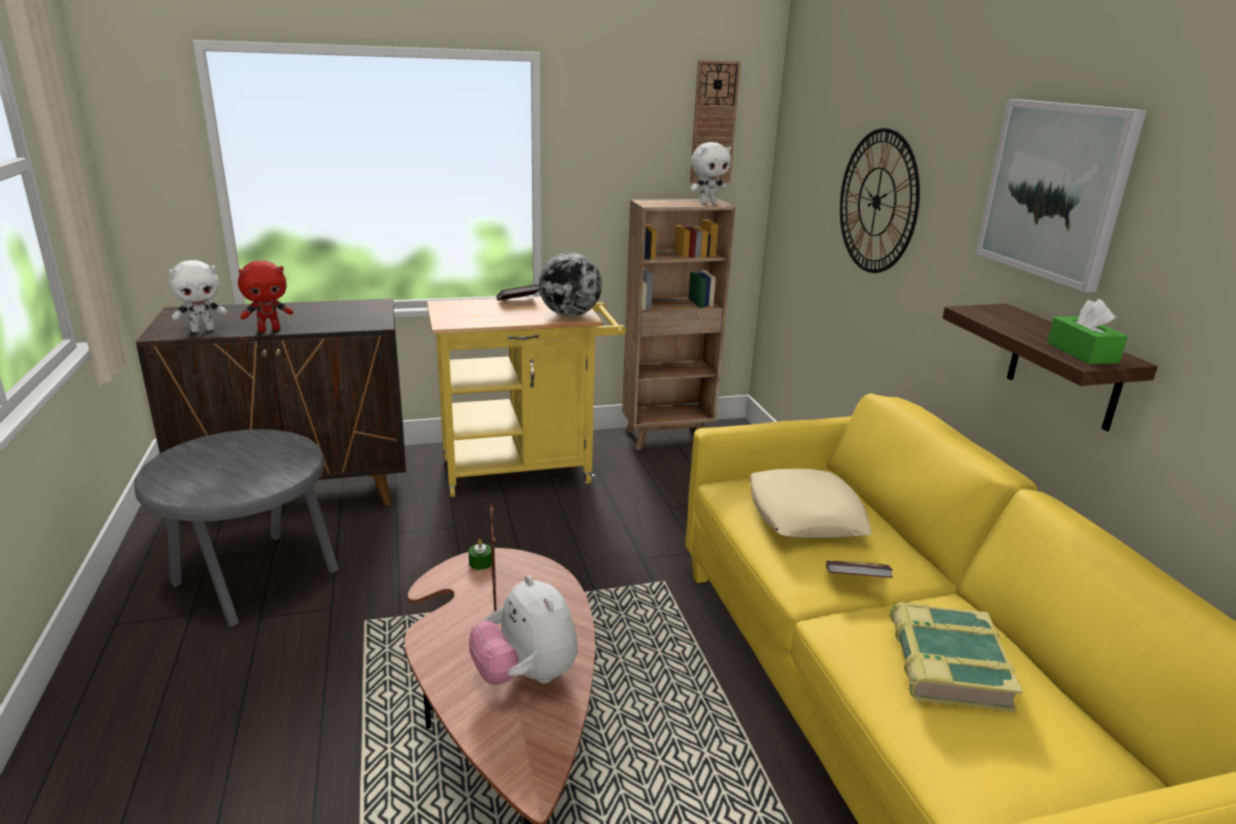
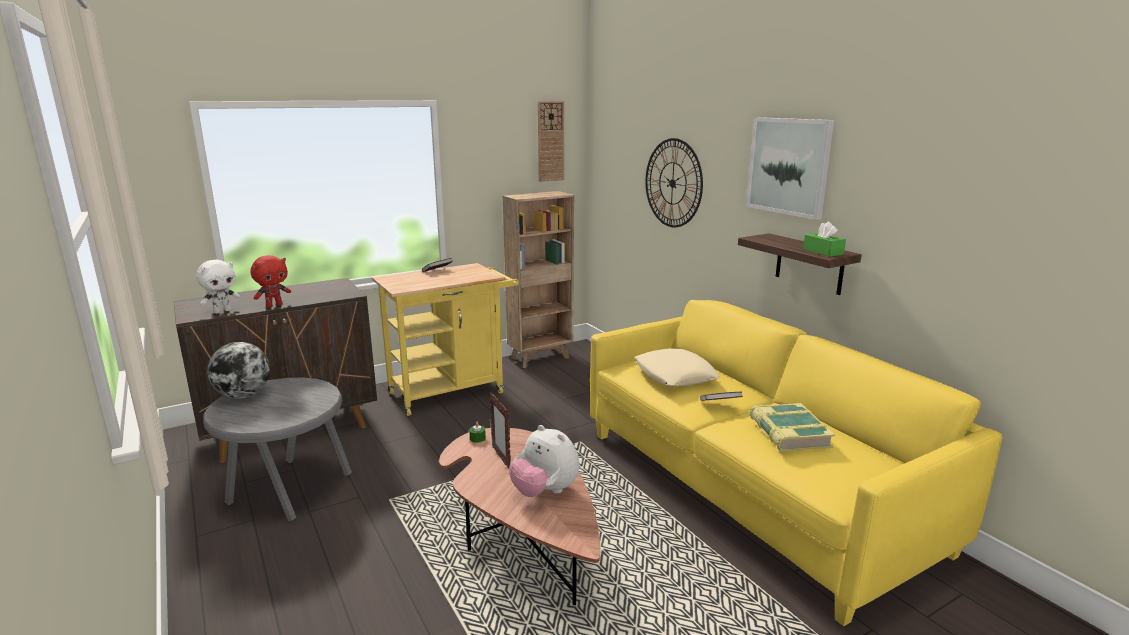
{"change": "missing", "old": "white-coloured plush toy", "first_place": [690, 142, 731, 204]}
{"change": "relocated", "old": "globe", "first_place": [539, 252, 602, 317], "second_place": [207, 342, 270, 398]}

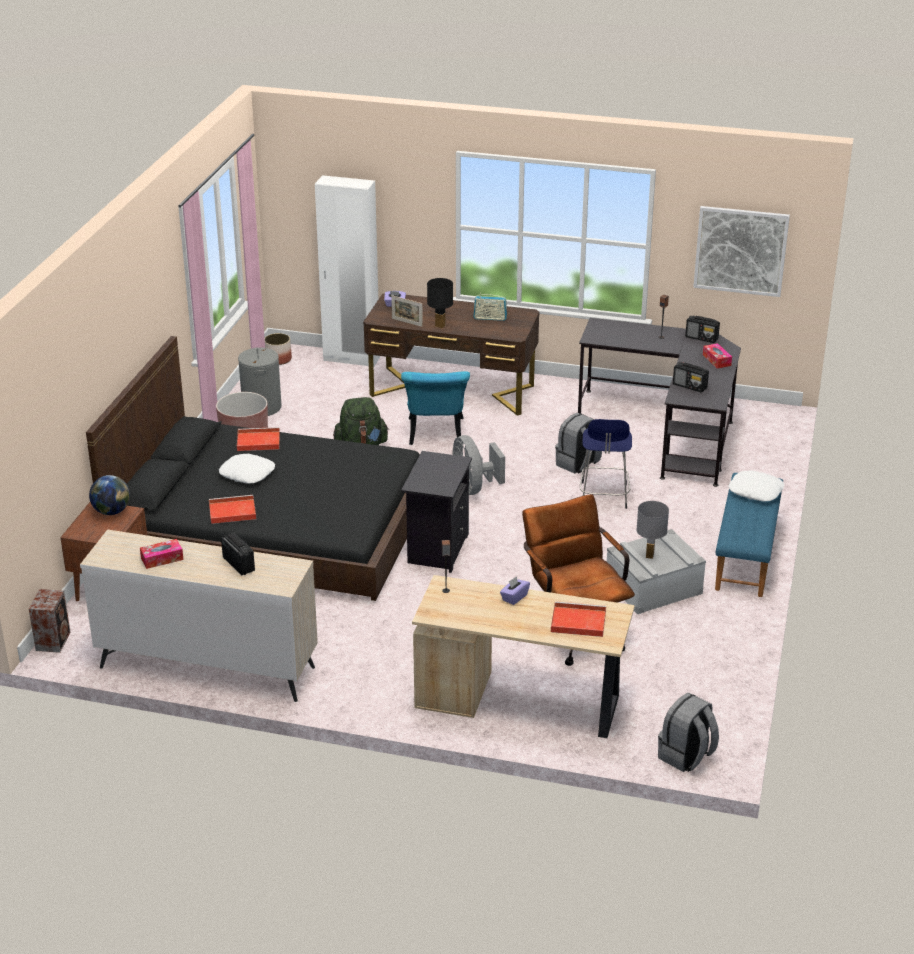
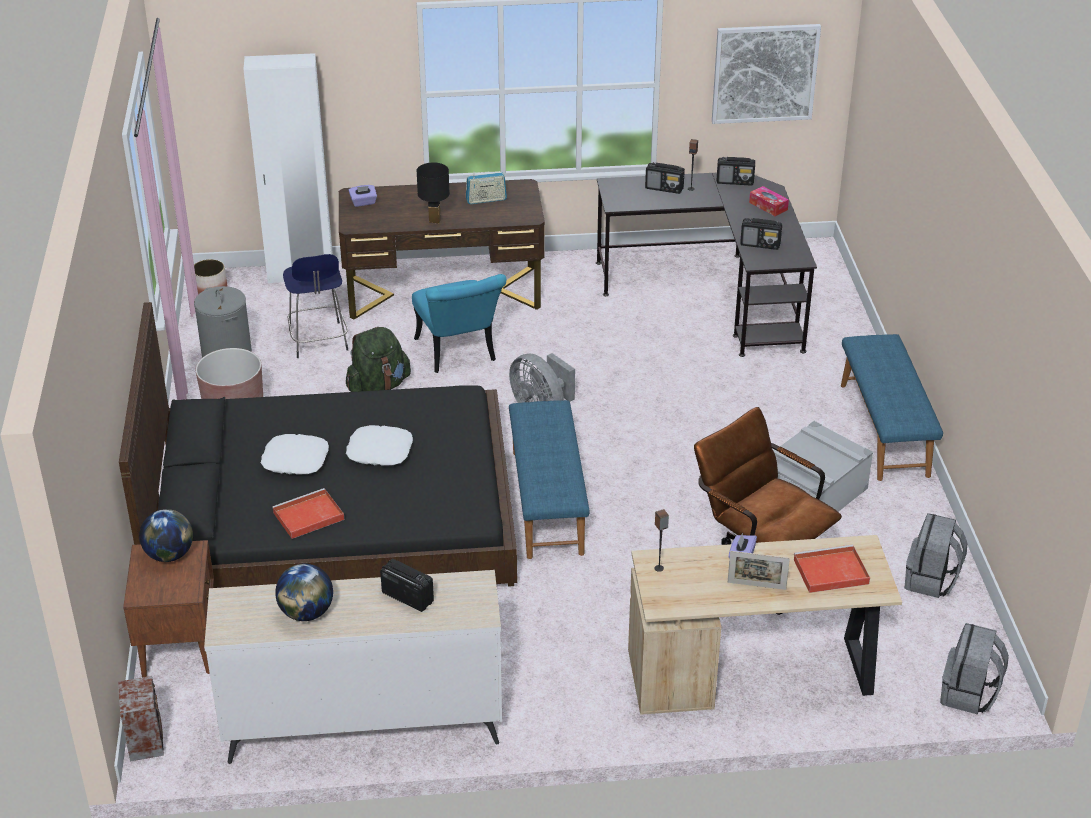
{"change": "missing", "old": "red-coloured tray", "first_place": [237, 427, 280, 451]}
{"change": "missing", "old": "gray lamp for a table", "first_place": [636, 501, 669, 559]}
{"change": "appeared", "new": "radio receiver", "second_place": [645, 162, 685, 194]}
{"change": "relocated", "old": "standing frame", "first_place": [391, 295, 423, 327], "second_place": [728, 551, 790, 590]}
{"change": "relocated", "old": "gray knapsack", "first_place": [555, 413, 602, 474], "second_place": [905, 513, 967, 598]}
{"change": "relocated", "old": "blue-coloured sitting stool", "first_place": [580, 419, 632, 509], "second_place": [283, 254, 348, 358]}
{"change": "relocated", "old": "white-coloured throw pillow", "first_place": [728, 471, 784, 502], "second_place": [346, 425, 413, 466]}
{"change": "exchanged", "old": "tissue box", "new": "globe", "first_place": [140, 539, 184, 569], "second_place": [275, 564, 333, 621]}
{"change": "exchanged", "old": "black-coloured bedside table", "new": "blue-coloured bench", "first_place": [401, 451, 472, 573], "second_place": [509, 400, 589, 559]}

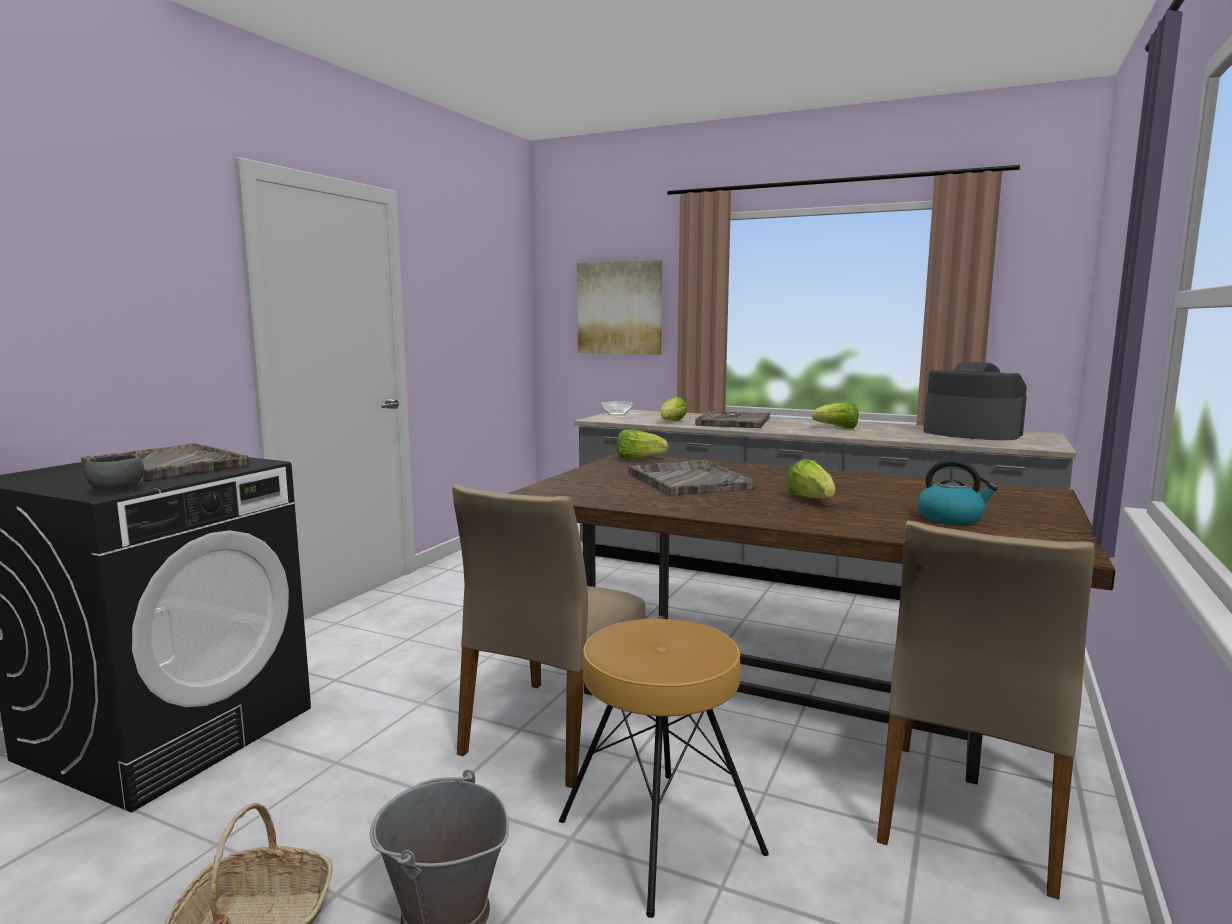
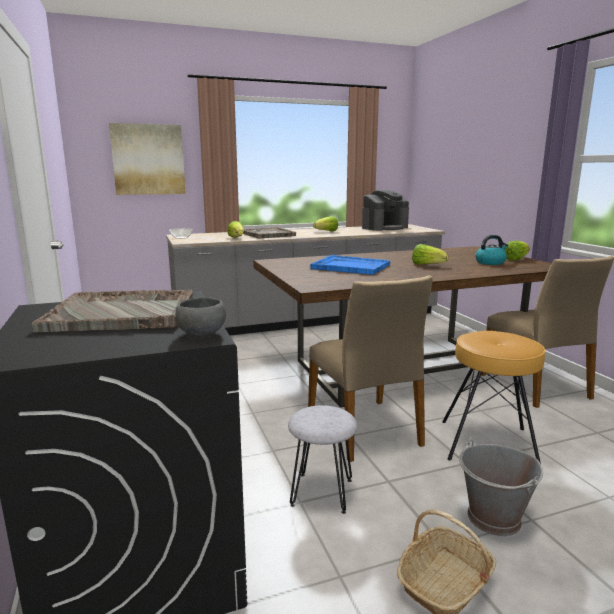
{"change": "appeared", "new": "gray sitting stool", "second_place": [288, 405, 358, 514]}
{"change": "relocated", "old": "lettuce head", "first_place": [617, 429, 669, 459], "second_place": [505, 241, 530, 260]}
{"change": "colour", "old": "gray tray", "new": "blue-coloured tray", "first_place": [628, 460, 755, 496], "second_place": [310, 255, 390, 275]}
{"change": "spun", "old": "coffee brewer", "first_place": [923, 362, 1027, 440], "second_place": [362, 190, 409, 231], "degrees": 150}

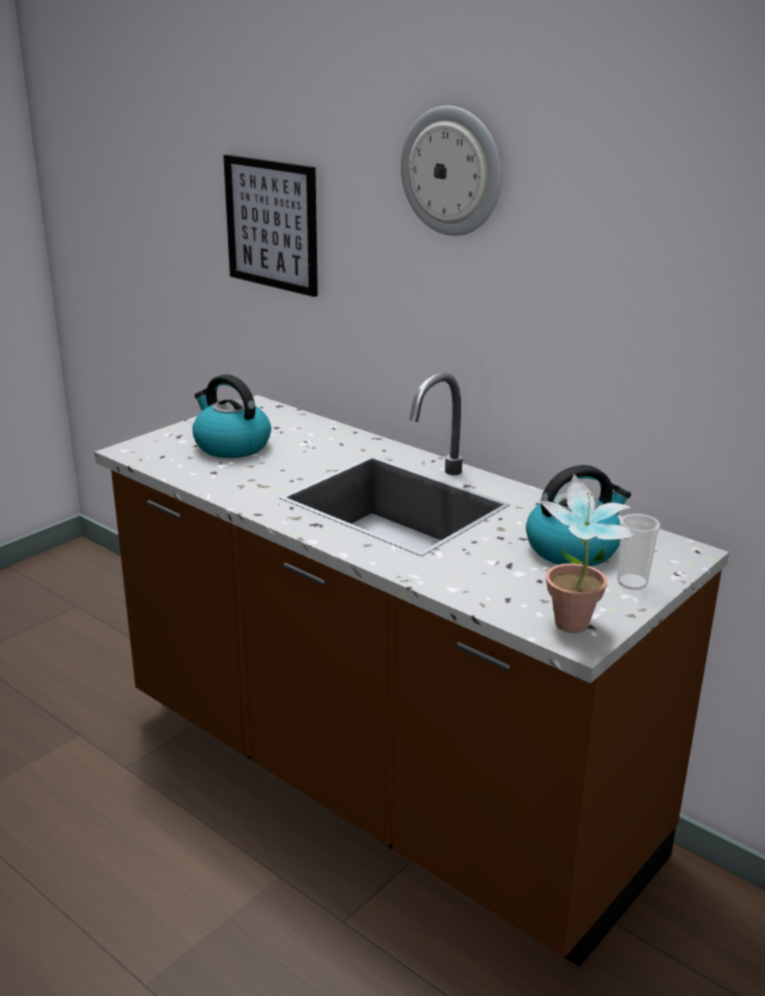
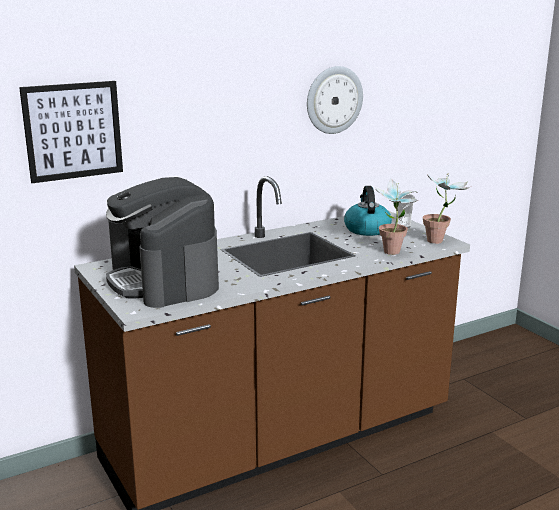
{"change": "appeared", "new": "plant in a pot", "second_place": [374, 178, 418, 255]}
{"change": "relocated", "old": "wall clock", "first_place": [401, 106, 502, 236], "second_place": [307, 66, 363, 134]}
{"change": "exchanged", "old": "tea kettle", "new": "coffee brewer", "first_place": [192, 374, 271, 458], "second_place": [106, 177, 219, 308]}

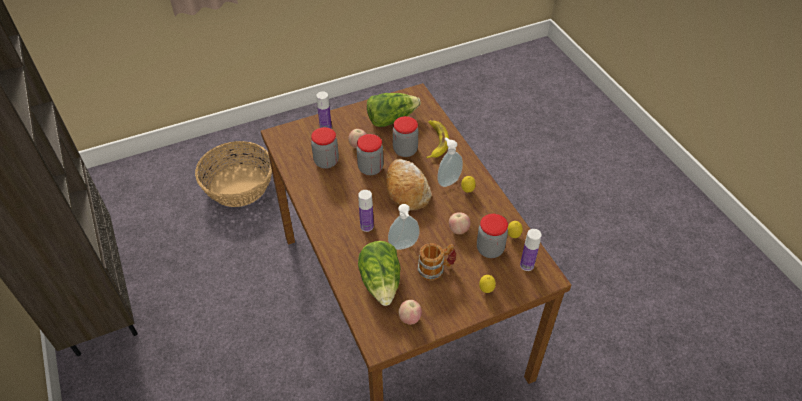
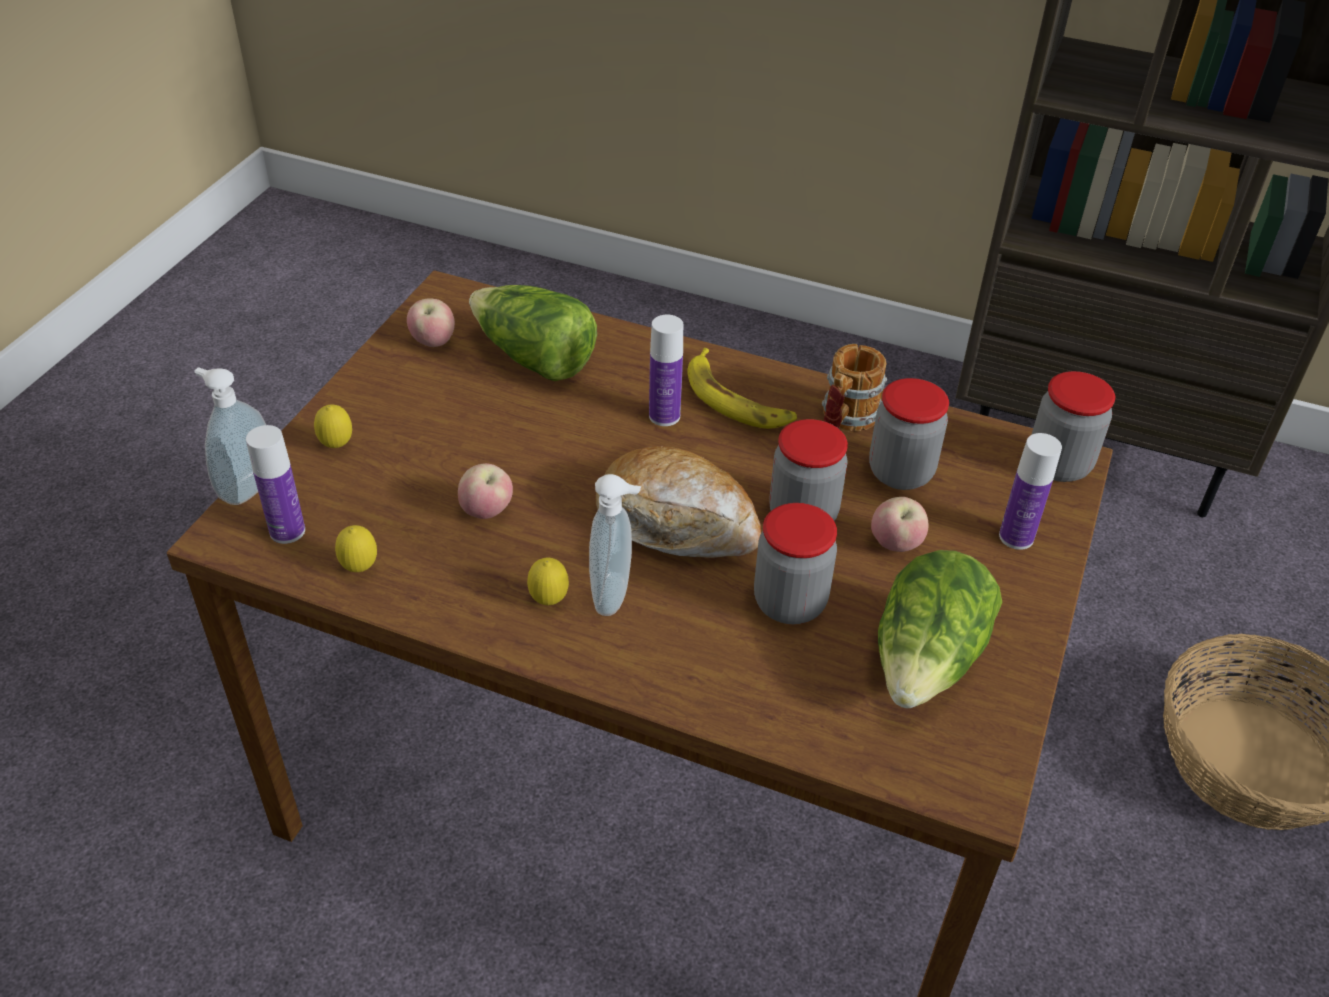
{"change": "relocated", "old": "soap bottle", "first_place": [388, 204, 420, 250], "second_place": [194, 367, 266, 505]}
{"change": "relocated", "old": "tea mug", "first_place": [417, 243, 456, 281], "second_place": [822, 344, 887, 431]}
{"change": "relocated", "old": "whole banana", "first_place": [426, 120, 449, 159], "second_place": [687, 348, 797, 429]}
{"change": "relocated", "old": "storage jar", "first_place": [477, 214, 508, 258], "second_place": [1031, 371, 1115, 482]}

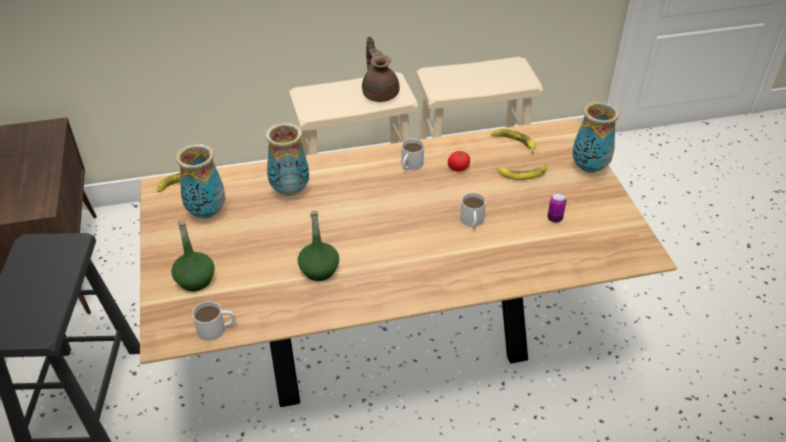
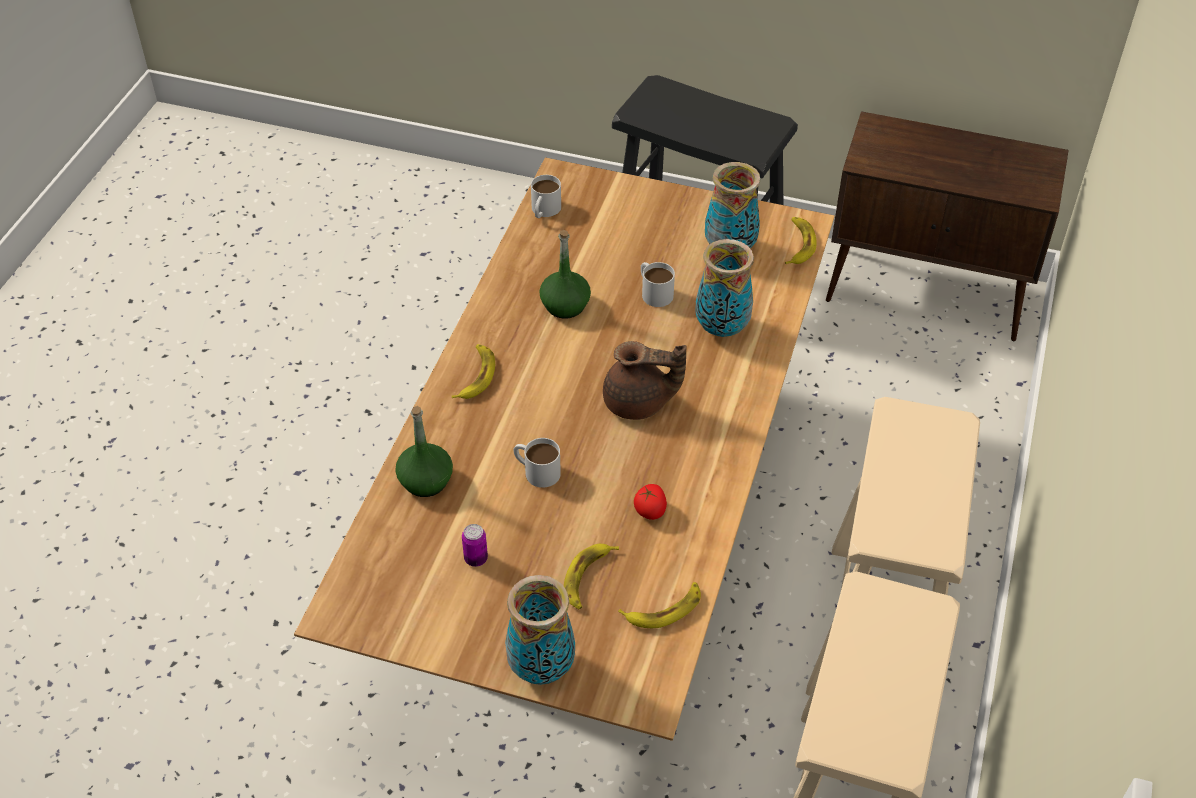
{"change": "appeared", "new": "whole banana", "second_place": [452, 344, 495, 399]}
{"change": "relocated", "old": "green-coloured beverage bottle", "first_place": [171, 220, 215, 291], "second_place": [395, 406, 453, 497]}
{"change": "relocated", "old": "brownish teapot", "first_place": [362, 37, 399, 102], "second_place": [603, 341, 687, 420]}
{"change": "relocated", "old": "white-coloured tea mug", "first_place": [402, 139, 424, 170], "second_place": [641, 262, 675, 307]}

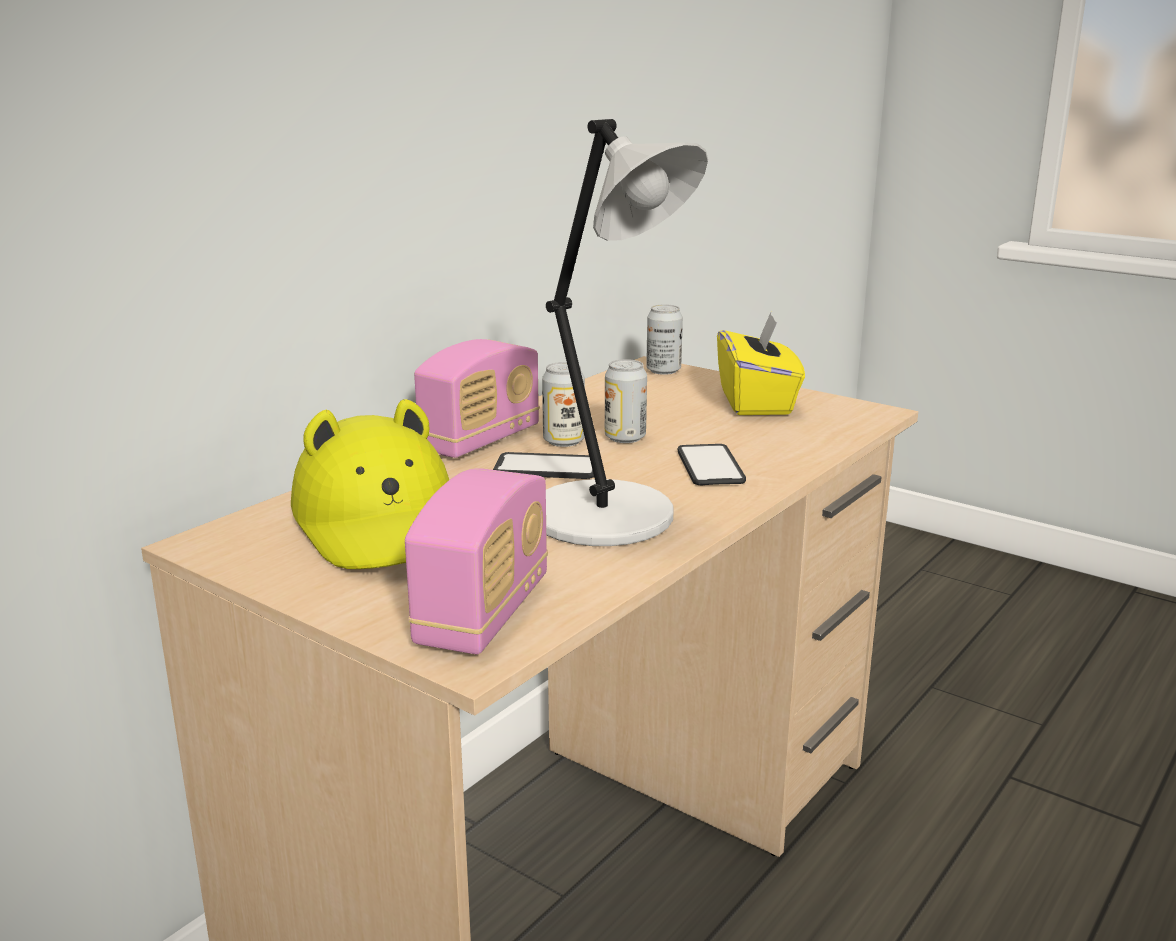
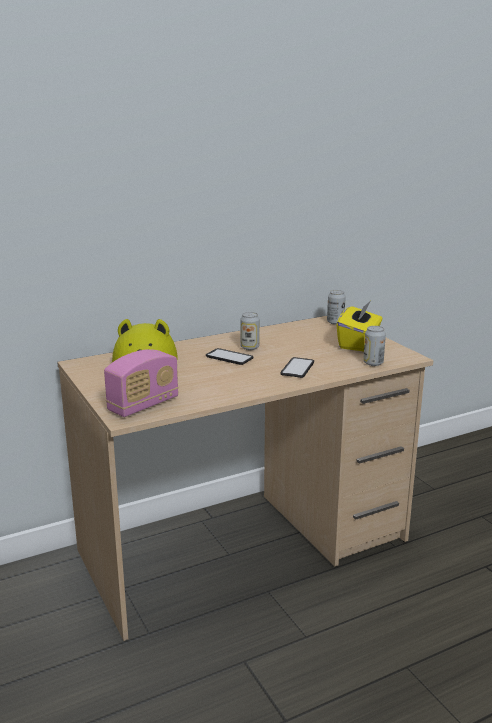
{"change": "missing", "old": "radio receiver", "first_place": [414, 339, 540, 458]}
{"change": "missing", "old": "gray lamp for a table", "first_place": [546, 119, 708, 546]}
{"change": "relocated", "old": "can", "first_place": [605, 359, 647, 443], "second_place": [363, 326, 386, 366]}

